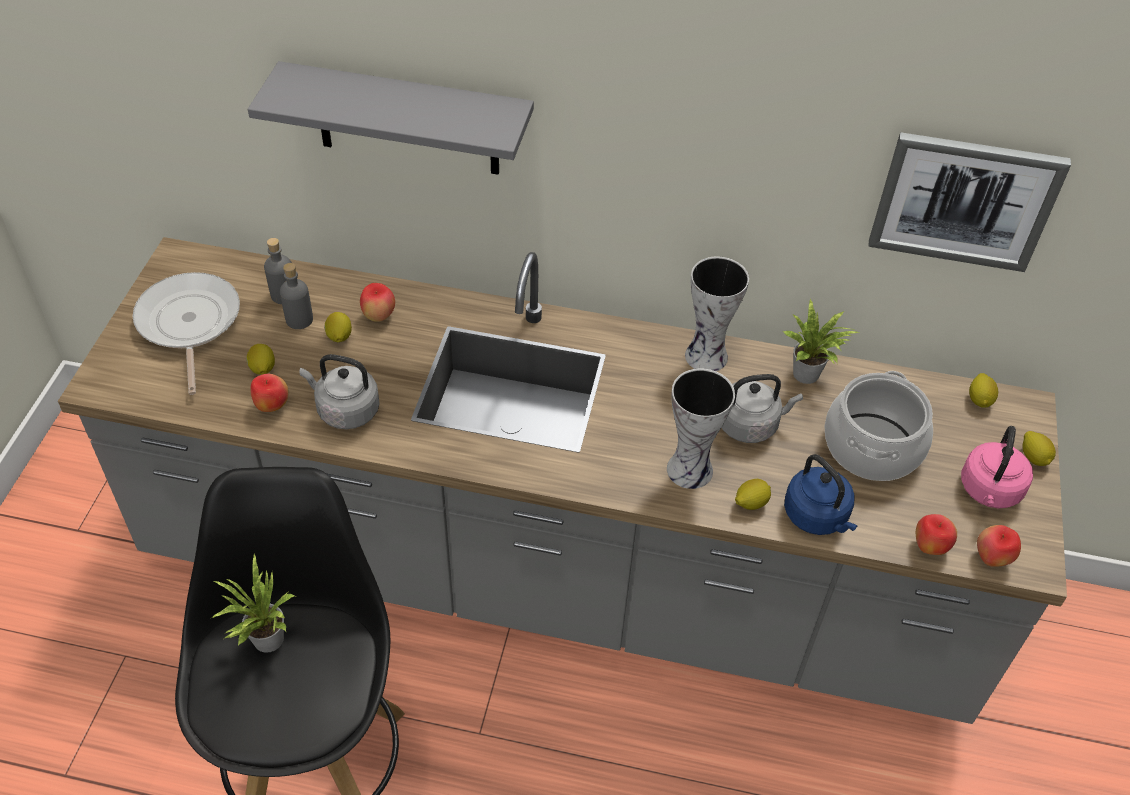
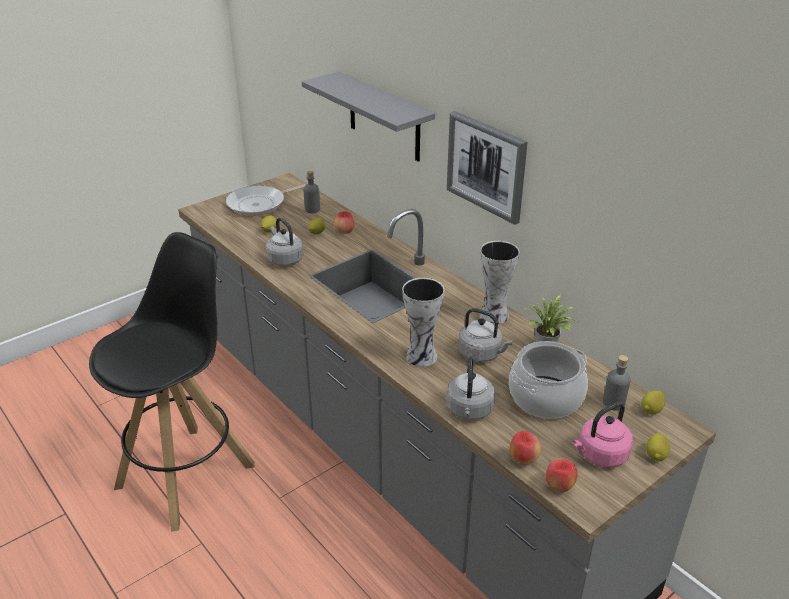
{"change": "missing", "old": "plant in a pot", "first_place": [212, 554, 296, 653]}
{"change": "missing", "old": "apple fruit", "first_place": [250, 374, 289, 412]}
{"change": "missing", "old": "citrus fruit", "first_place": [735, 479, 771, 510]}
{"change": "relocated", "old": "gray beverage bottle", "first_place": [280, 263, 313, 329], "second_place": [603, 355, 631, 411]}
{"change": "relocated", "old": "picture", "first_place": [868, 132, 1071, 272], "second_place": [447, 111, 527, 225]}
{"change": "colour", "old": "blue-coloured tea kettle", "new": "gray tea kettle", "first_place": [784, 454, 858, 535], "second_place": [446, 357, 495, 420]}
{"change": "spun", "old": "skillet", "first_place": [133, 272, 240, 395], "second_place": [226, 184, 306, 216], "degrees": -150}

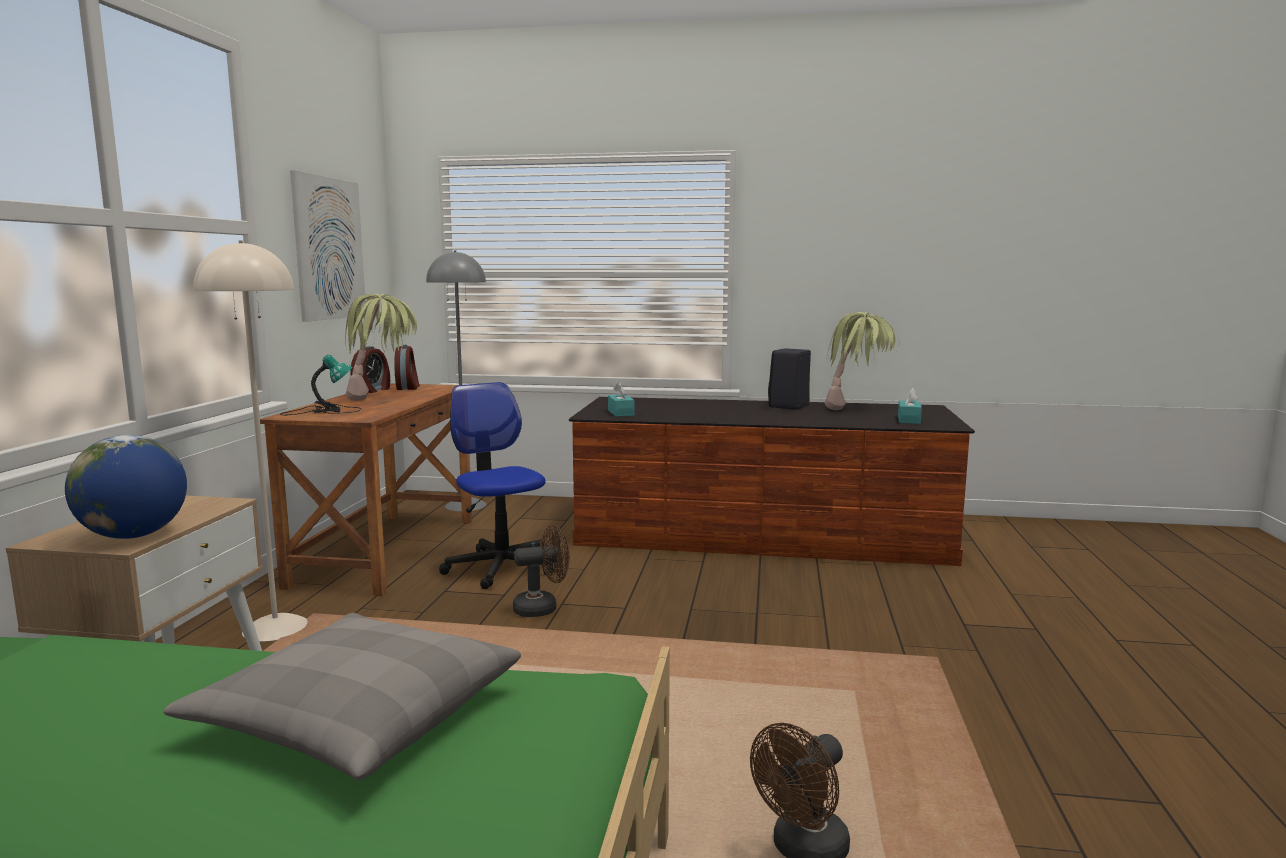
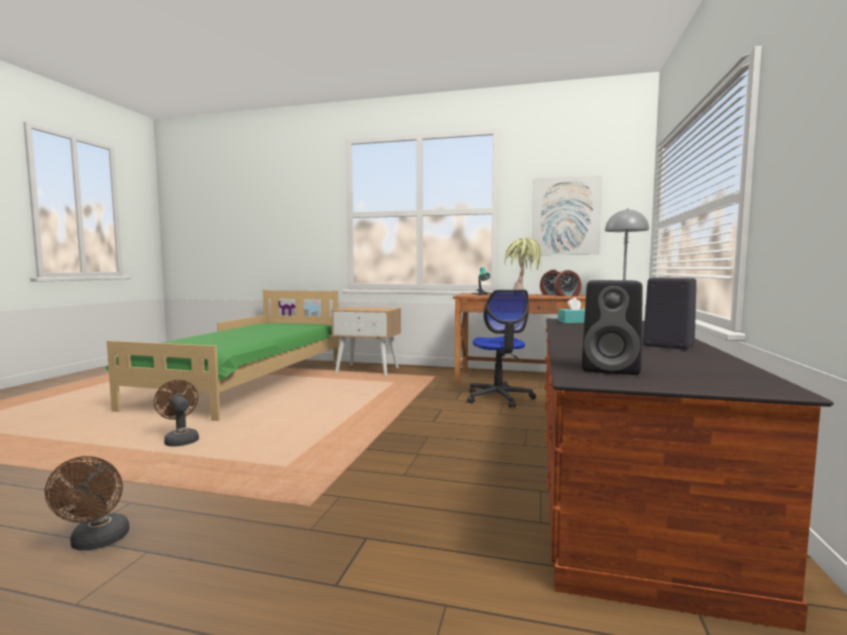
{"change": "missing", "old": "globe", "first_place": [65, 435, 187, 539]}
{"change": "missing", "old": "gray throw pillow", "first_place": [164, 613, 521, 780]}
{"change": "missing", "old": "beige-coloured standard lamp", "first_place": [194, 241, 308, 641]}
{"change": "missing", "old": "plant in a pot", "first_place": [825, 312, 899, 410]}
{"change": "relocated", "old": "brownish cooling fan", "first_place": [513, 525, 569, 617], "second_place": [45, 456, 129, 551]}
{"change": "exchanged", "old": "blue-green tissue box", "new": "black-coloured audio speaker", "first_place": [898, 388, 922, 424], "second_place": [582, 280, 643, 375]}
{"change": "spun", "old": "office chair", "first_place": [439, 382, 554, 589], "second_place": [467, 290, 536, 408], "degrees": 105}

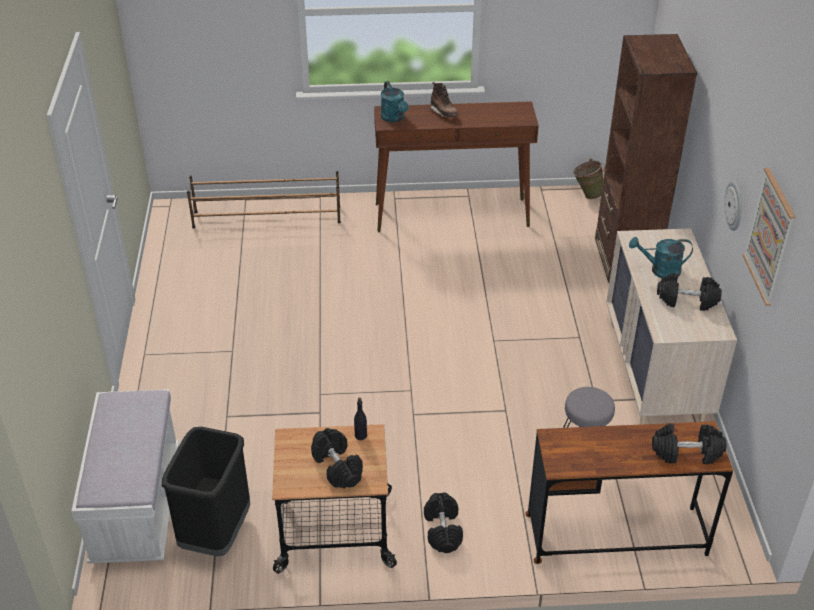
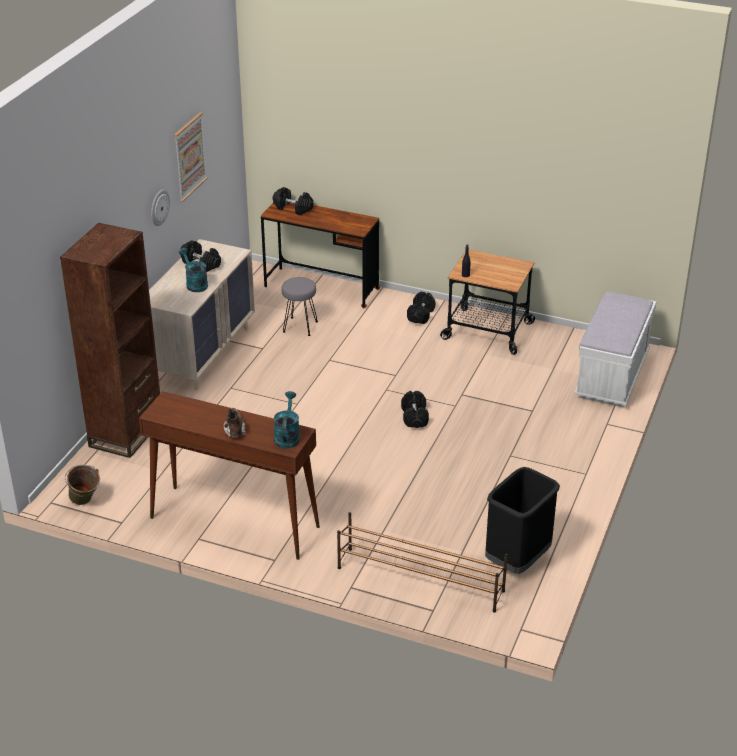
{"change": "relocated", "old": "black-coloured trash can", "first_place": [162, 427, 250, 556], "second_place": [485, 467, 560, 574]}
{"change": "relocated", "old": "black-coloured dumbbell", "first_place": [311, 428, 363, 488], "second_place": [401, 391, 429, 428]}
{"change": "spun", "old": "blue-green watering can", "first_place": [629, 237, 693, 278], "second_place": [179, 248, 208, 292], "degrees": -150}

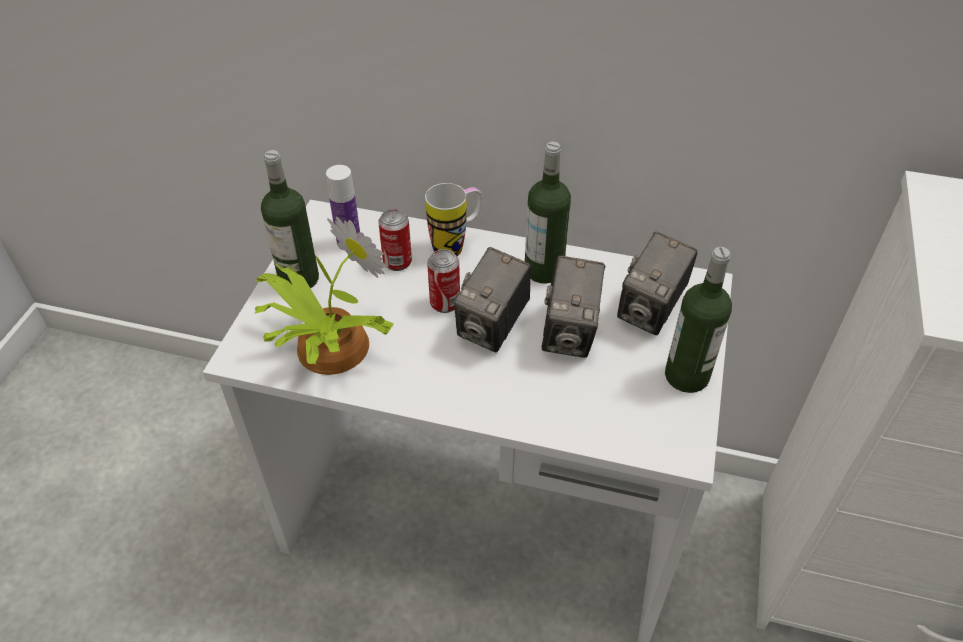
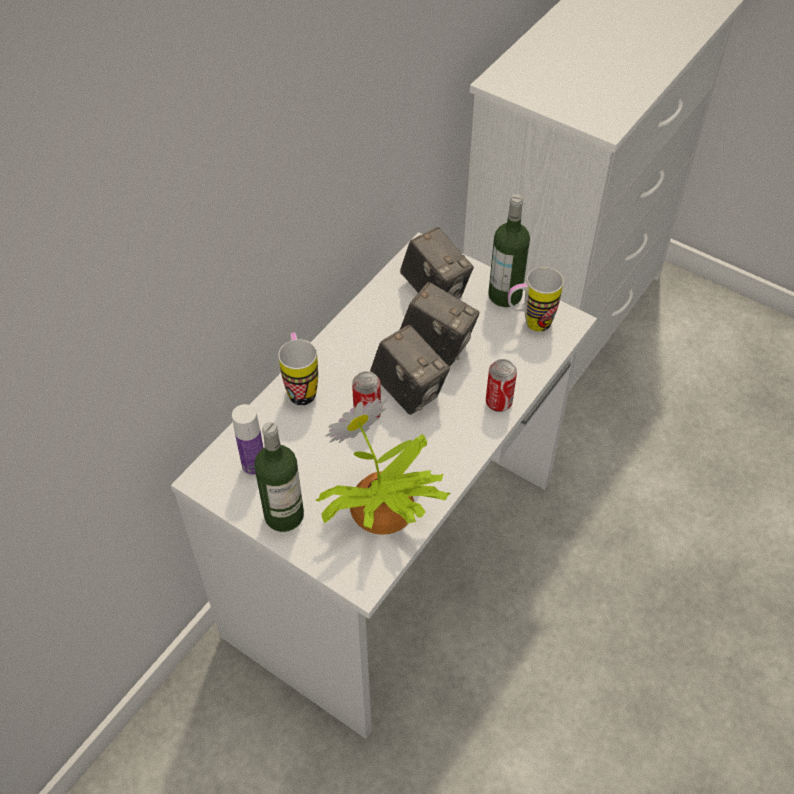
{"change": "missing", "old": "beverage bottle", "first_place": [525, 142, 571, 284]}
{"change": "appeared", "new": "tea mug", "second_place": [508, 267, 563, 332]}
{"change": "relocated", "old": "can", "first_place": [378, 209, 412, 271], "second_place": [486, 359, 517, 412]}

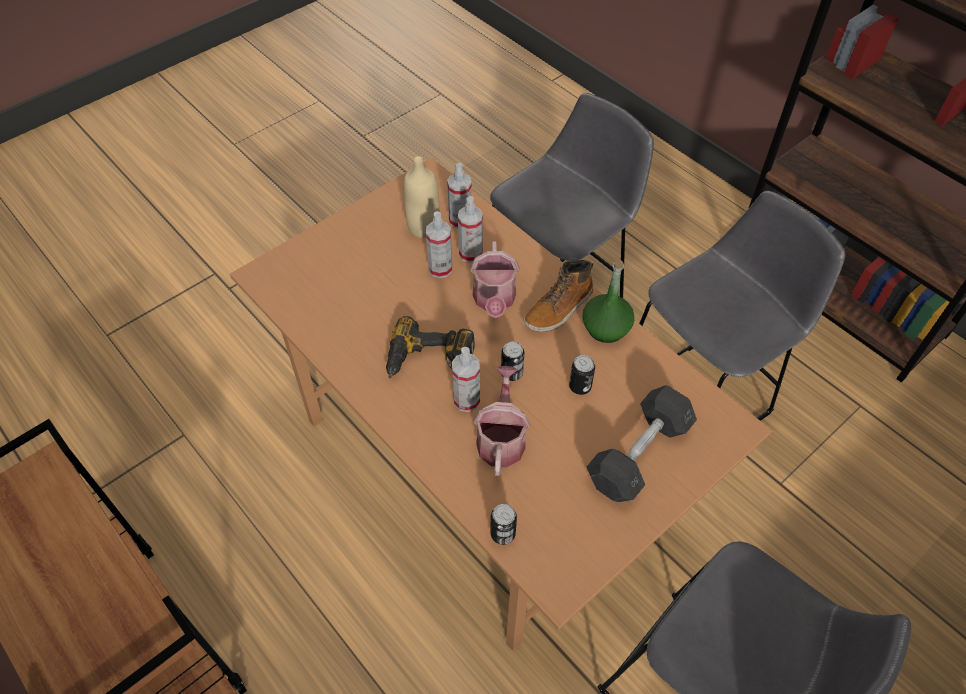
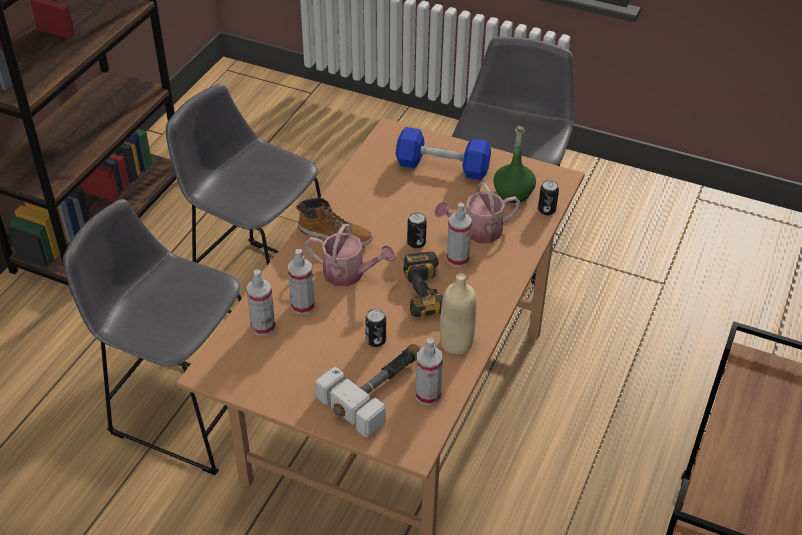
{"change": "appeared", "new": "hammer", "second_place": [315, 344, 421, 438]}
{"change": "relocated", "old": "beige-coloured beverage bottle", "first_place": [403, 156, 440, 238], "second_place": [440, 273, 477, 354]}
{"change": "relocated", "old": "spray bottle", "first_place": [426, 211, 452, 278], "second_place": [416, 338, 443, 405]}
{"change": "relocated", "old": "can", "first_place": [569, 355, 595, 395], "second_place": [365, 309, 386, 347]}
{"change": "relocated", "old": "green-coloured beverage bottle", "first_place": [582, 260, 635, 343], "second_place": [493, 126, 536, 203]}
{"change": "colour", "old": "gray dumbbell", "new": "blue-coloured dumbbell", "first_place": [587, 385, 697, 502], "second_place": [396, 127, 491, 180]}
{"change": "spun", "old": "watering can", "first_place": [470, 242, 520, 318], "second_place": [305, 224, 395, 287], "degrees": 45}

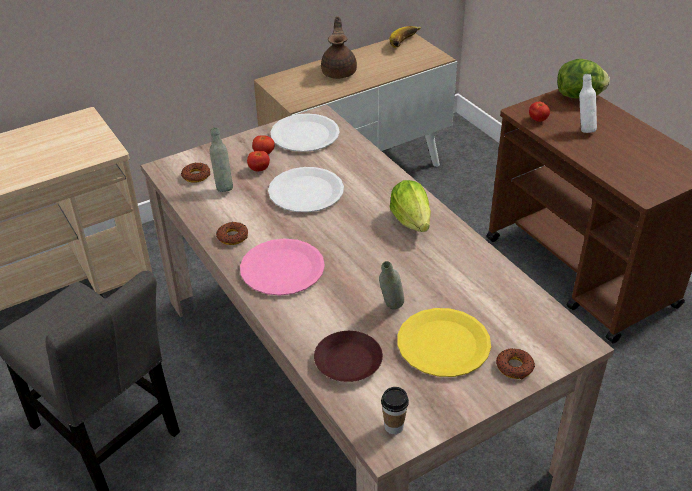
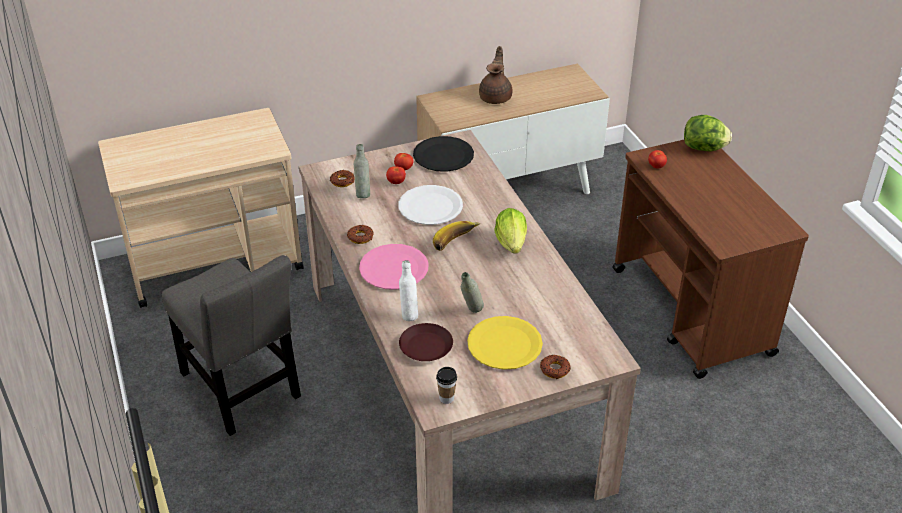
{"change": "relocated", "old": "whole banana", "first_place": [389, 26, 422, 48], "second_place": [433, 221, 480, 251]}
{"change": "relocated", "old": "white-coloured beverage bottle", "first_place": [579, 74, 597, 133], "second_place": [399, 260, 418, 321]}
{"change": "colour", "old": "white-coloured flat dish", "new": "black-coloured flat dish", "first_place": [270, 113, 340, 152], "second_place": [413, 136, 474, 172]}

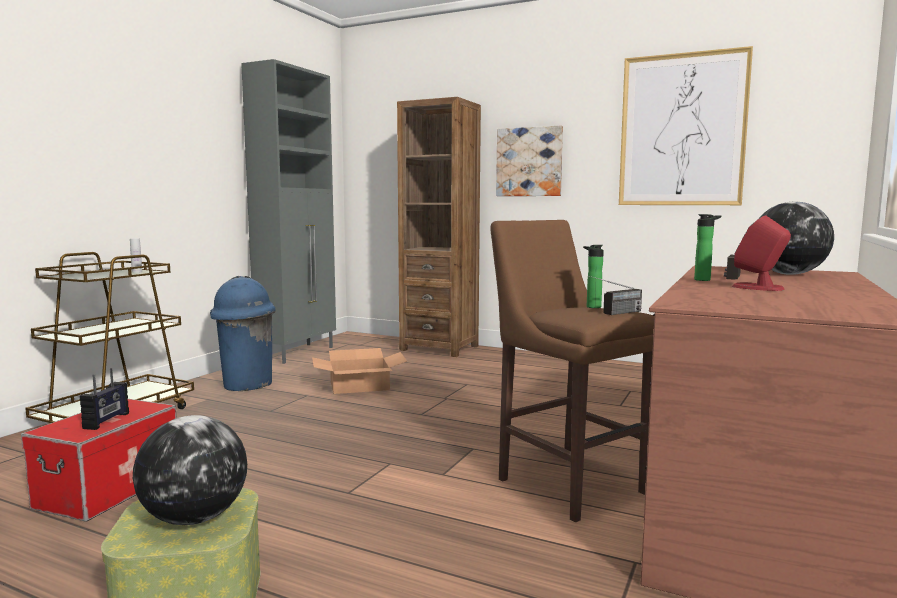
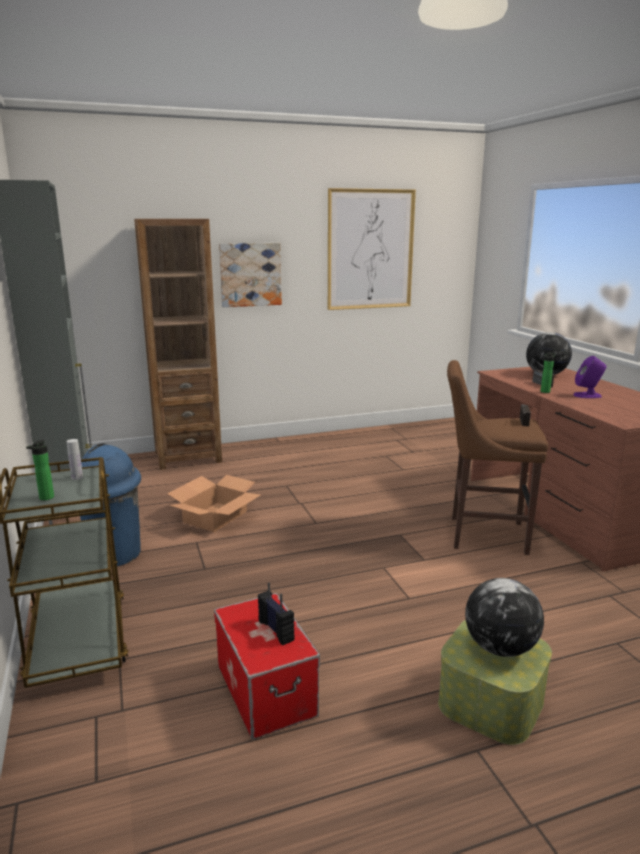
{"change": "relocated", "old": "beverage bottle", "first_place": [583, 245, 604, 308], "second_place": [26, 440, 54, 501]}
{"change": "colour", "old": "red-coloured audio speaker", "new": "purple-coloured audio speaker", "first_place": [732, 215, 791, 291], "second_place": [573, 356, 606, 398]}

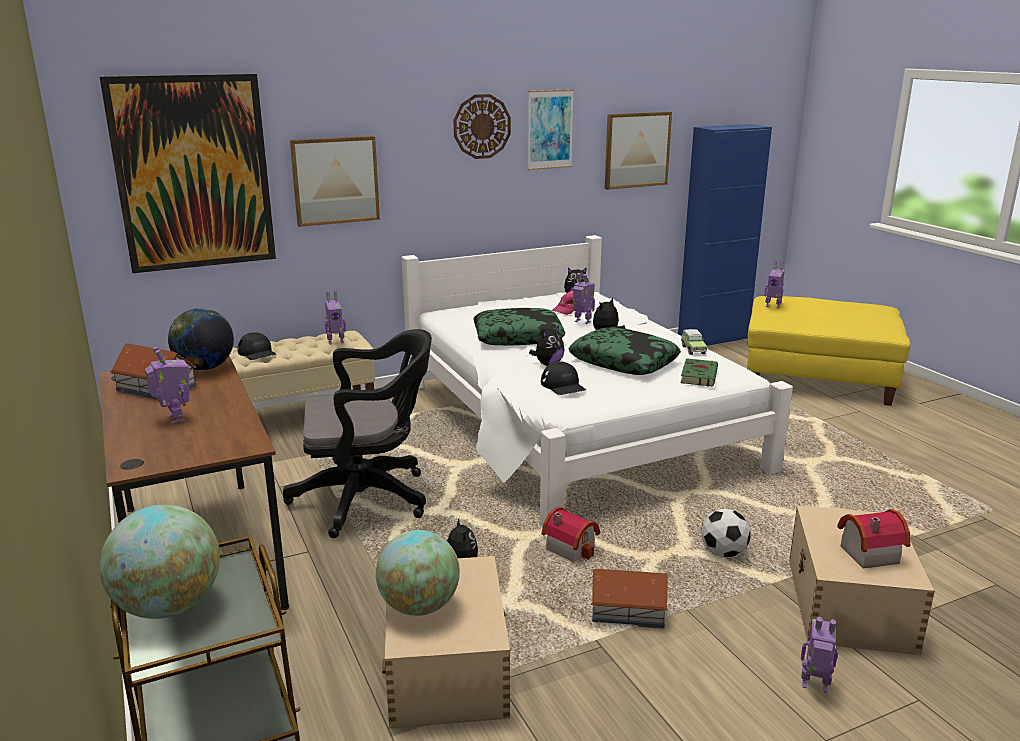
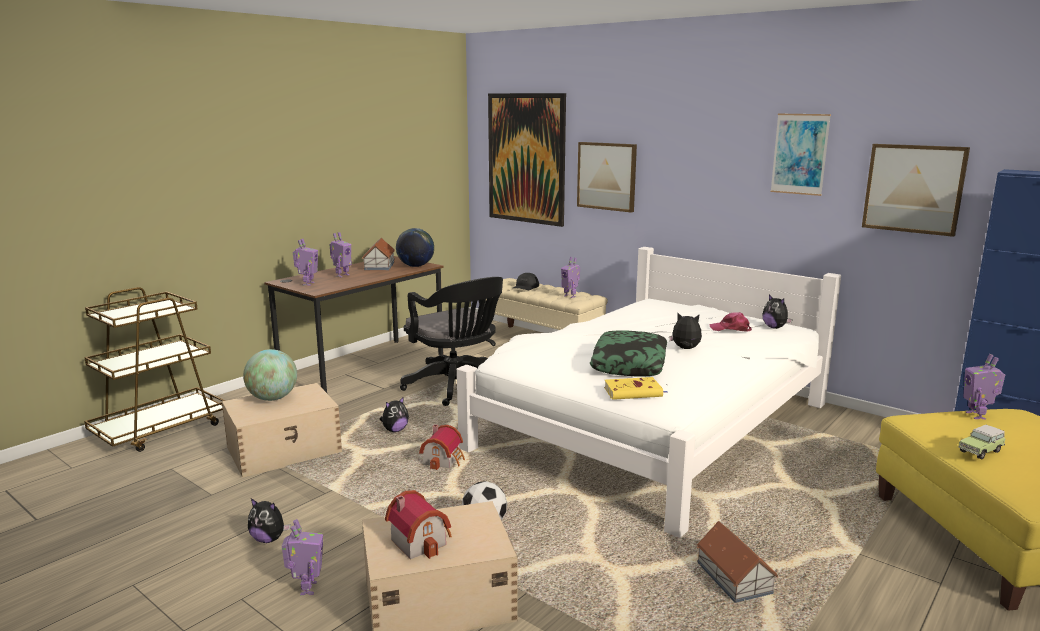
{"change": "missing", "old": "globe", "first_place": [99, 505, 220, 619]}
{"change": "missing", "old": "wall clock", "first_place": [454, 94, 511, 159]}
{"change": "missing", "old": "throw pillow", "first_place": [473, 308, 565, 346]}
{"change": "missing", "old": "black-coloured peaked cap", "first_place": [541, 361, 586, 395]}
{"change": "relocated", "old": "plush toy", "first_place": [529, 326, 564, 366], "second_place": [248, 498, 291, 543]}
{"change": "relocated", "old": "robot figure", "first_place": [573, 273, 595, 324], "second_place": [293, 239, 318, 286]}
{"change": "relocated", "old": "miniature house", "first_place": [591, 569, 669, 628], "second_place": [696, 521, 779, 603]}
{"change": "relocated", "old": "model car", "first_place": [681, 329, 707, 355], "second_place": [958, 425, 1005, 459]}
{"change": "colour", "old": "green-coloured volume", "new": "yellow volume", "first_place": [680, 358, 718, 387], "second_place": [604, 377, 669, 400]}

